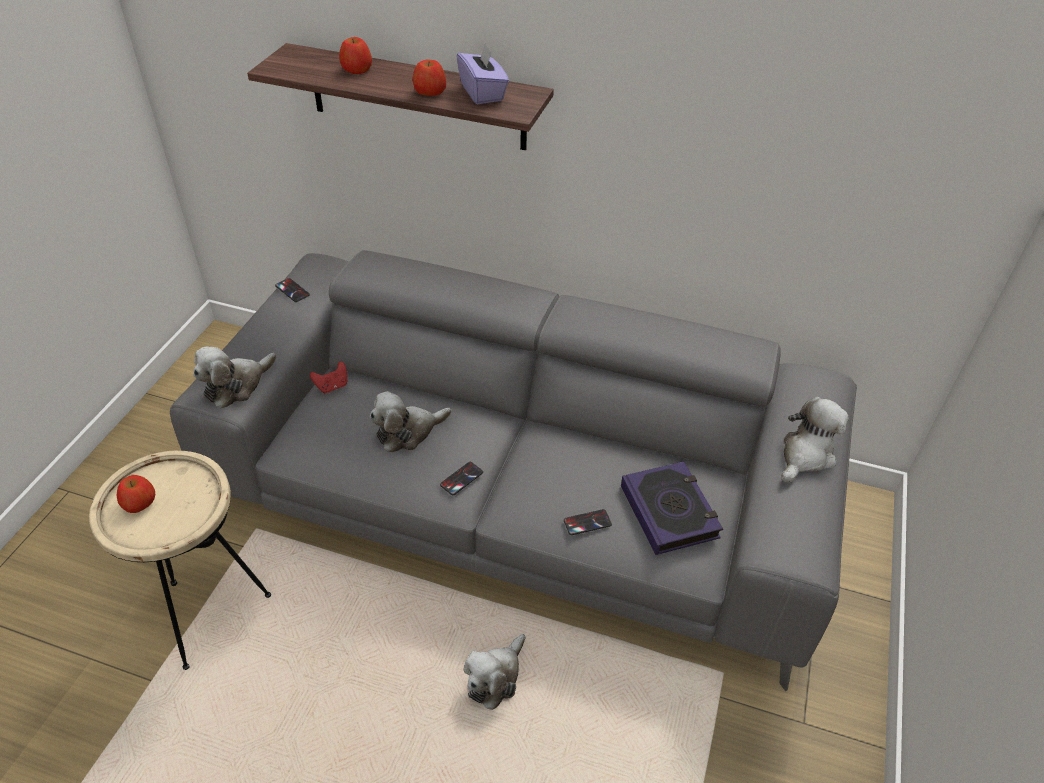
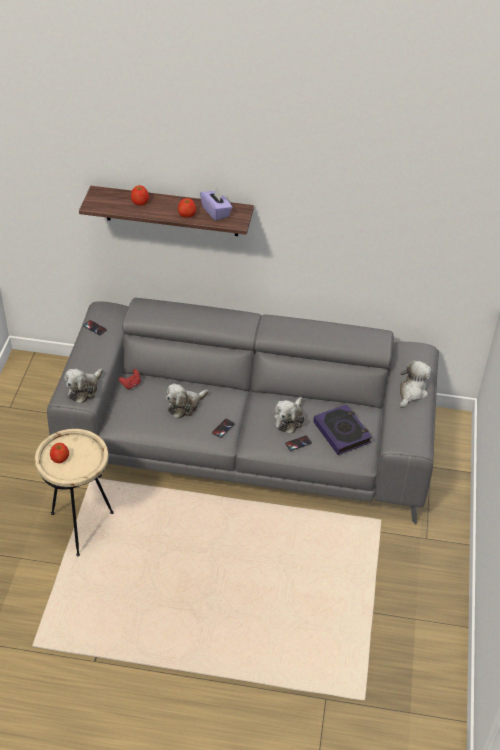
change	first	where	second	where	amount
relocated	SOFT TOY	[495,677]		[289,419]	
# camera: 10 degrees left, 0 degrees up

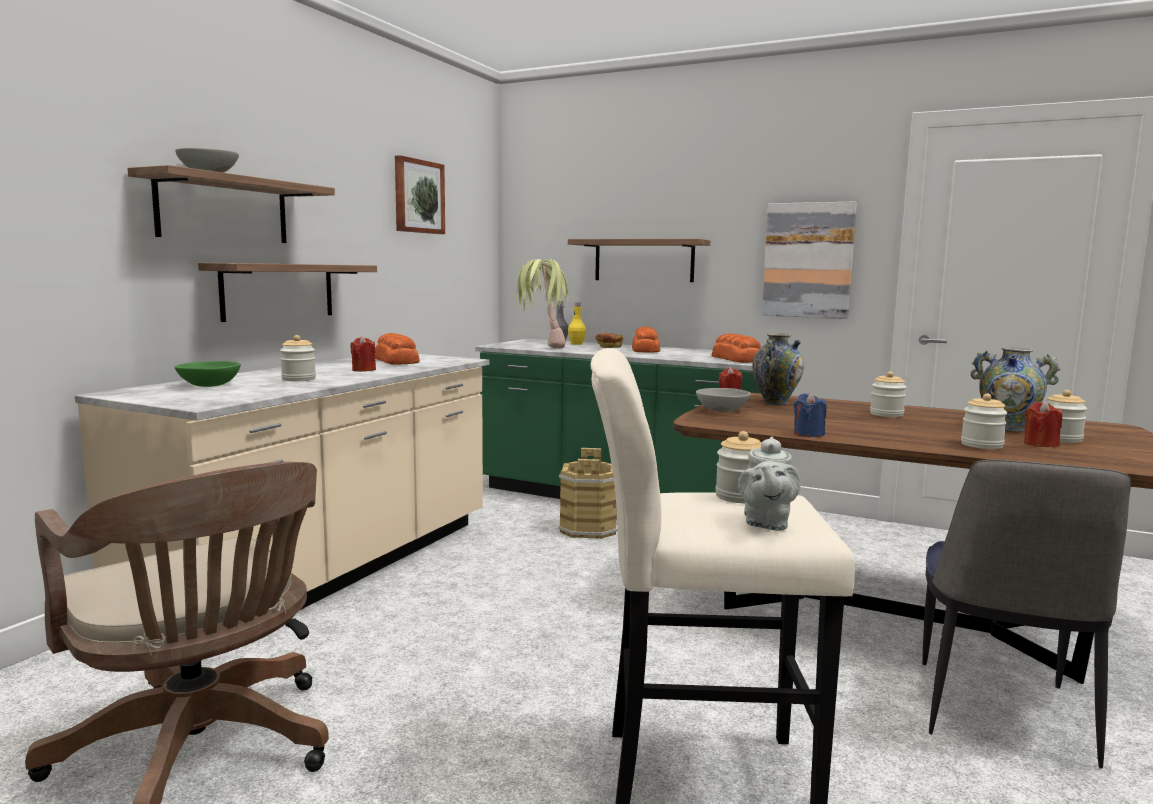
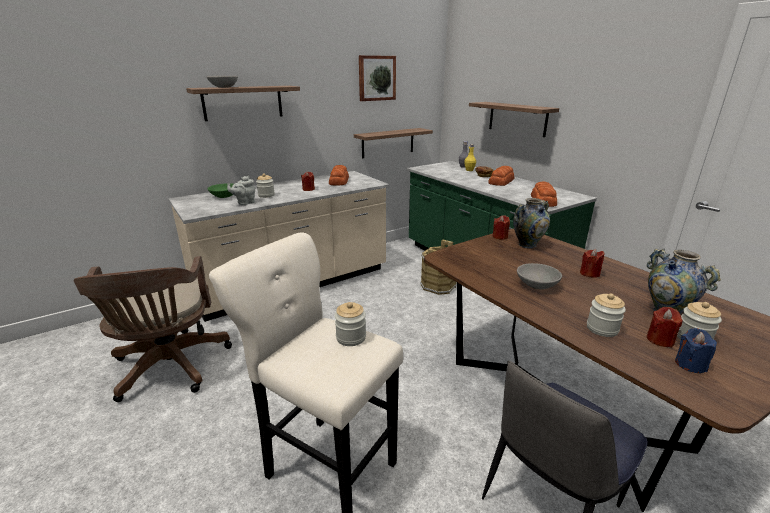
change	first	where	second	where	amount
missing	PICTURE	[808,260]			
missing	POTTED PLANT	[541,347]			
relocated	WALL SHELF	[278,291]		[388,143]	
exchanged	JAR	[886,414]	RED WAX LIGHT	[589,273]	
relocated	GRAY SERVING BOWL	[722,410]		[537,285]	
relocated	BLUE-COLOURED WAX LIGHT	[808,434]		[690,364]	
relocated	GRAY TEA POT	[766,523]		[244,203]	
# camera: 30 degrees right, 15 degrees up

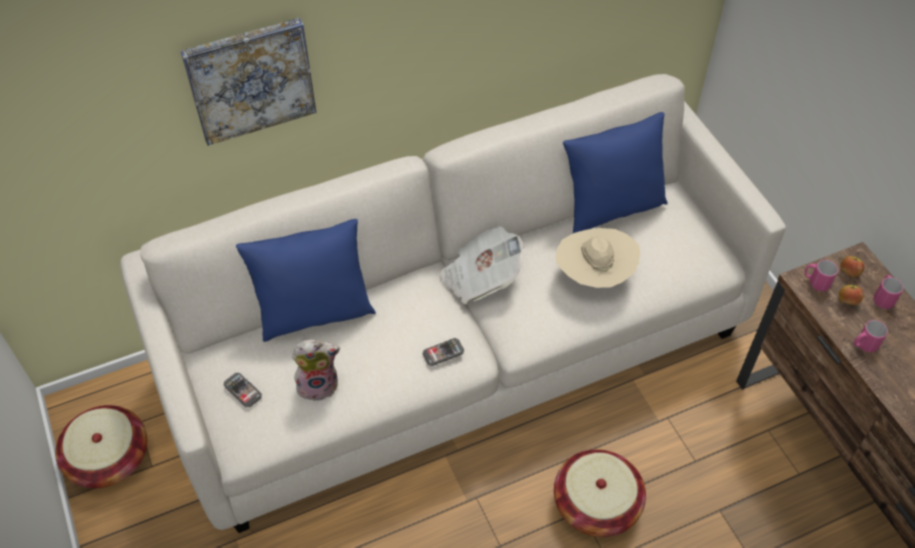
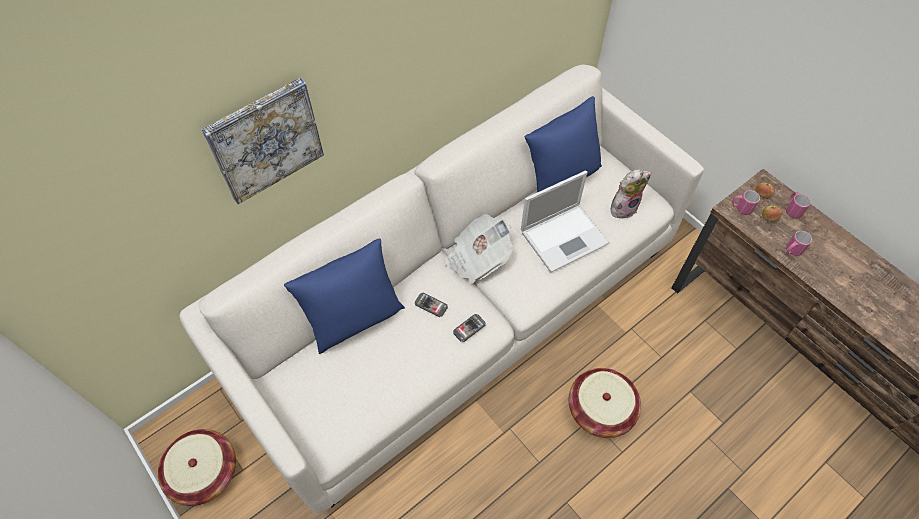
change	first	where	second	where	amount
exchanged	SAND-COLOURED HAT	[594,275]	LAPTOP	[565,236]	
relocated	SOFT TOY	[319,384]		[623,207]	
relocated	HANDSET	[243,390]		[431,305]	
# camera: 15 degrees left, 5 degrees up

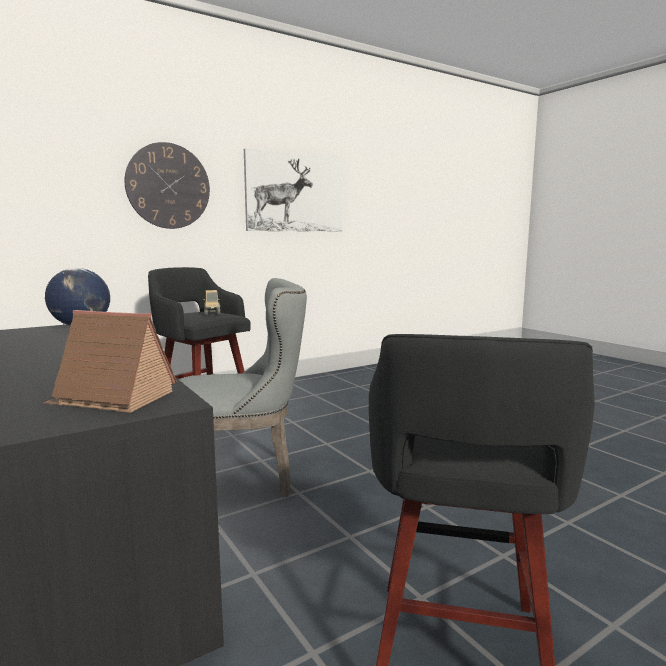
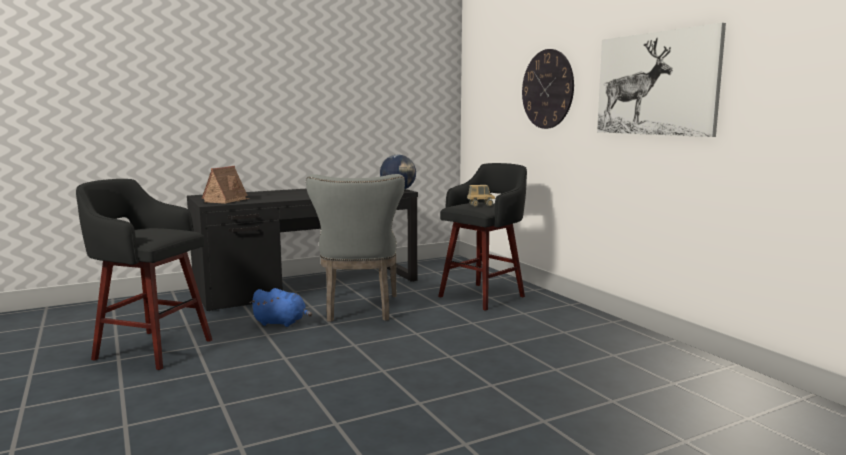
change	first	where	second	where	amount
appeared			BLUE-COLOURED SOFT TOY	[282,323]	
# camera: 95 degrees right, 0 degrees up

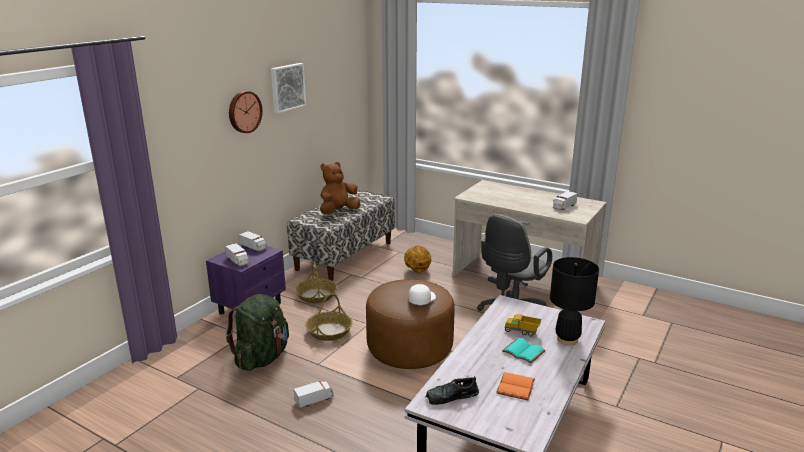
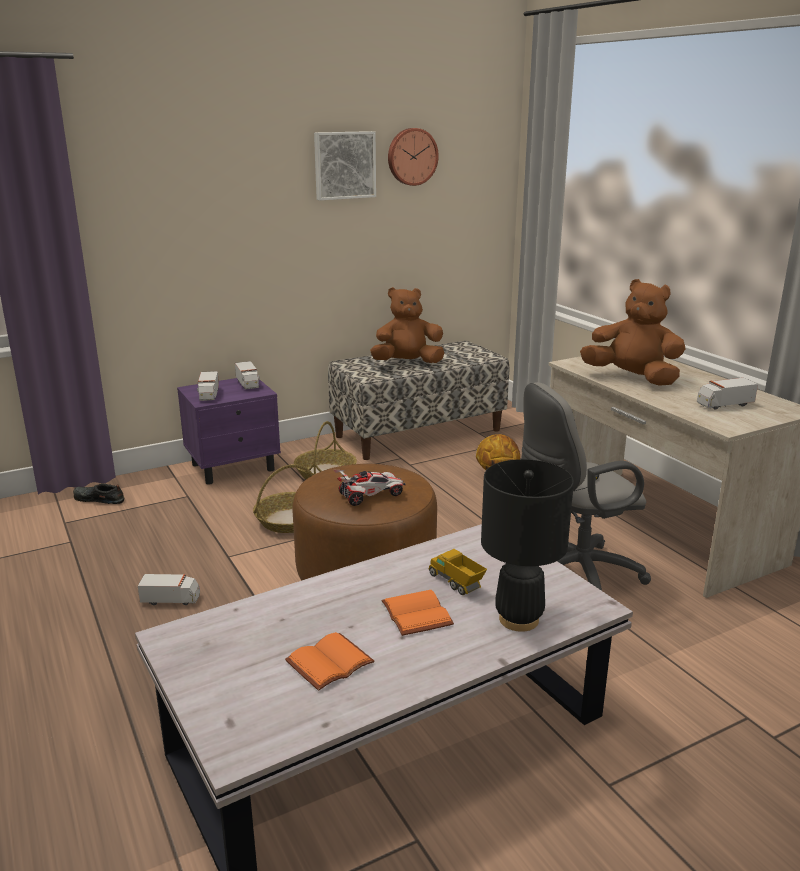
change	first	where	second	where	amount
relocated	WALL CLOCK	[244,111]		[411,156]	
exchanged	WHITISH BASEBALL CAP	[422,299]	TOY CAR	[370,495]	
missing	GREENISH BACKPACK	[262,358]			
colour	TURQUOISE BOOK	[522,352]	ORANGE BOOK	[414,614]	
relocated	BLACK SHOE	[451,396]		[98,499]	
appeared			BROWNISH SOFT TOY	[632,378]	
# camera: 30 degrees right, 0 degrees up

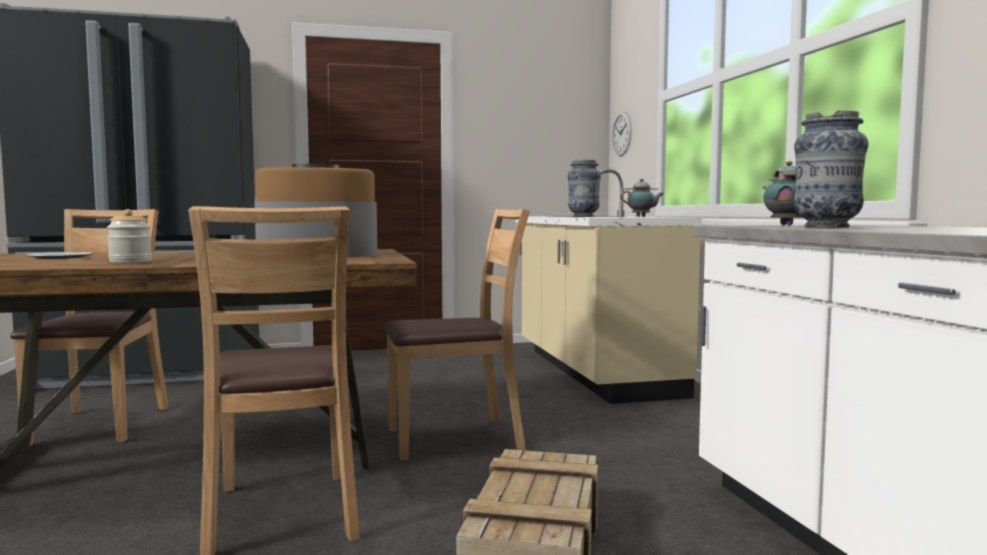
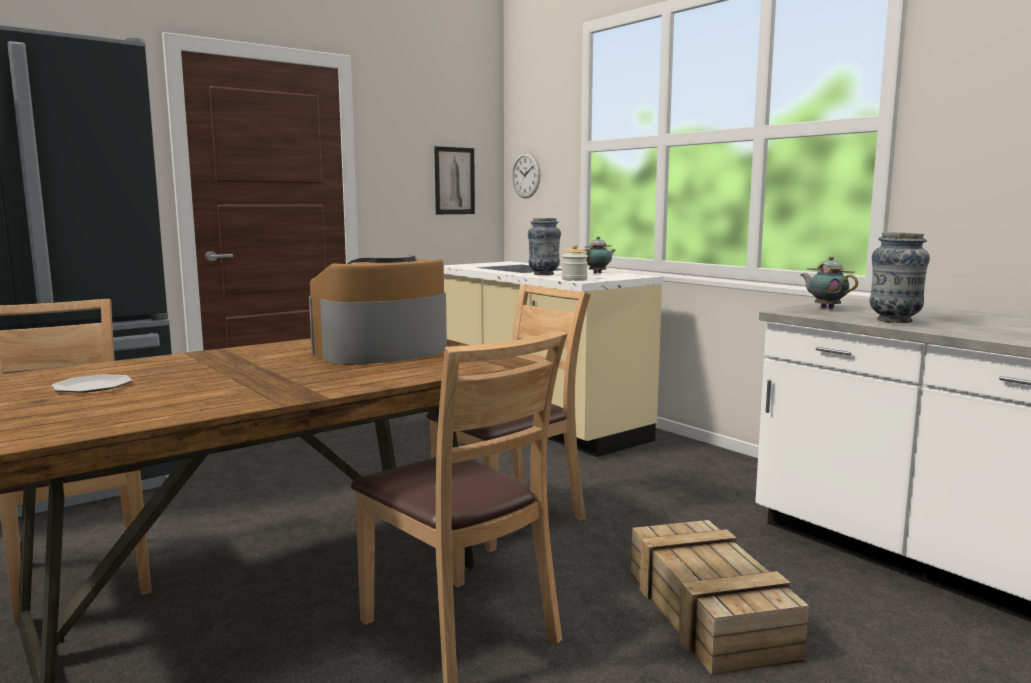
change	first	where	second	where	amount
relocated	JAR	[130,261]		[574,279]	
appeared			PICTURE	[454,181]	
# camera: 25 degrees left, 5 degrees up

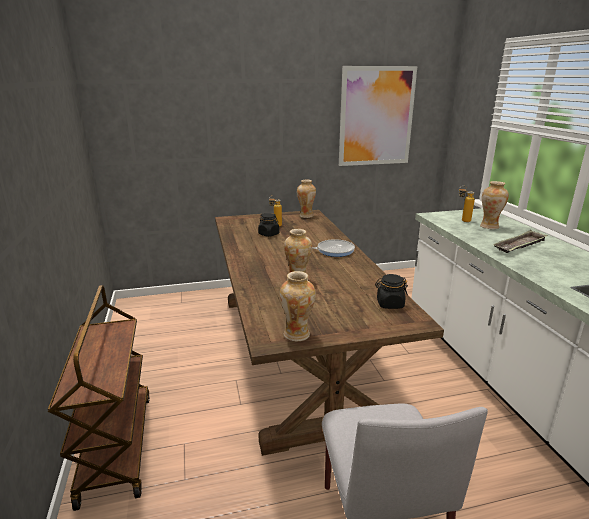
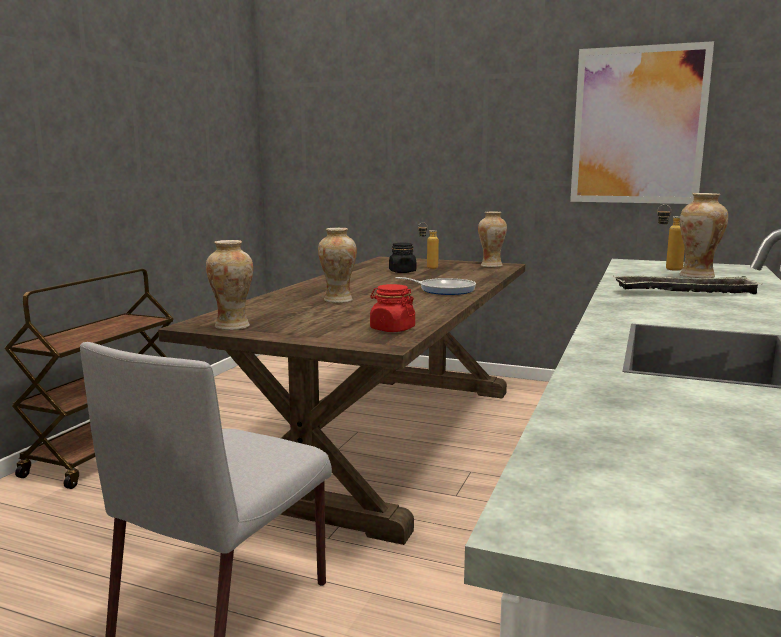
change	first	where	second	where	amount
colour	BLACK JAR	[390,304]	RED JAR	[392,329]	
# camera: 35 degrees right, 10 degrees down

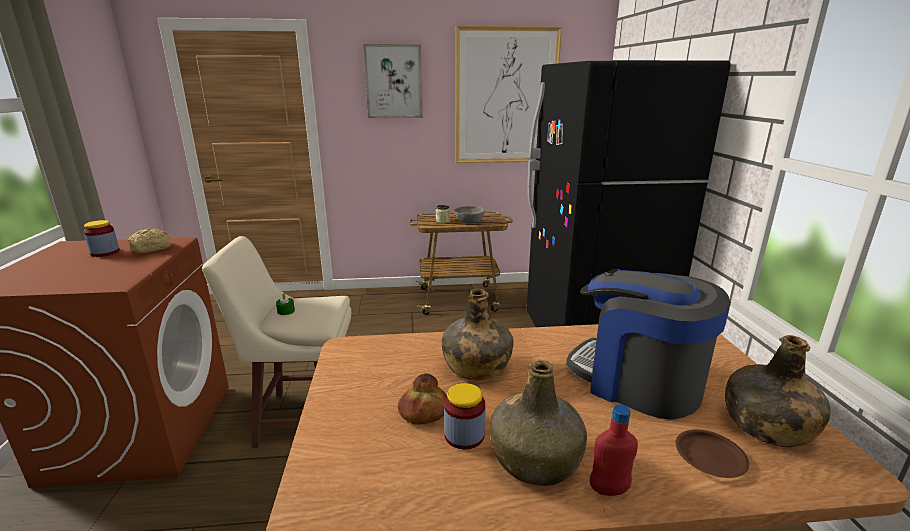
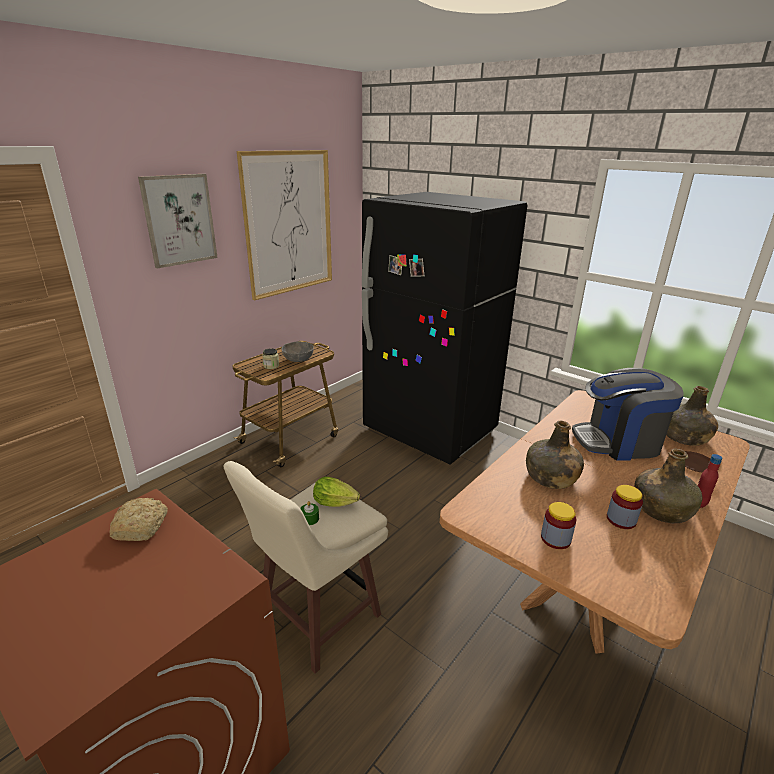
change	first	where	second	where	amount
relocated	JAR	[105,252]		[555,539]	
missing	BAKED BREAD	[423,411]			
appeared			LETTUCE	[337,504]	
# camera: 45 degrees left, 5 degrees up

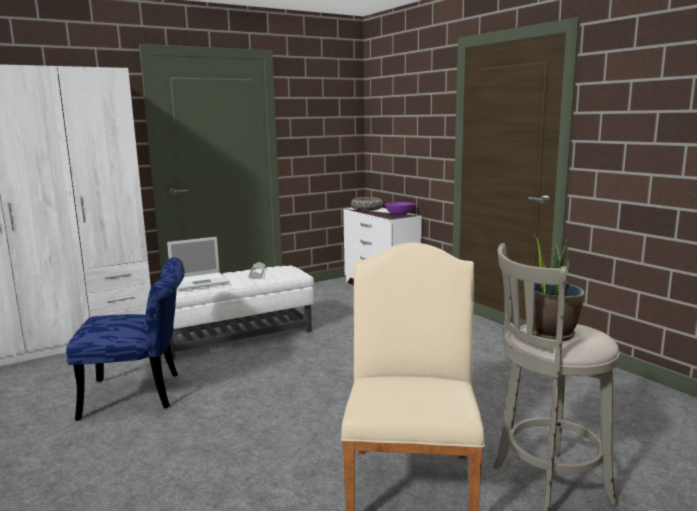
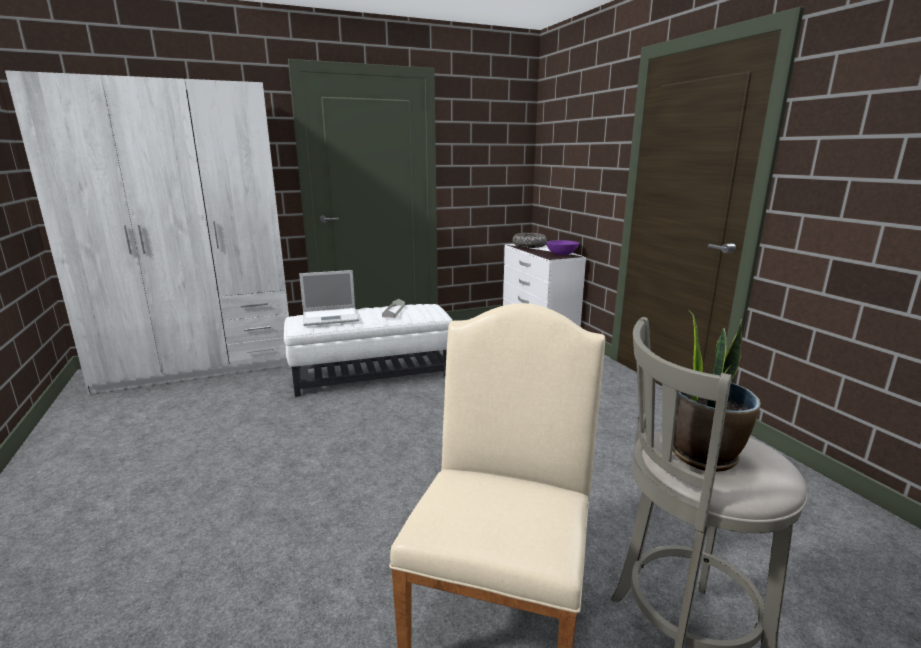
change	first	where	second	where	amount
missing	BLUE-COLOURED CHAIR	[141,394]			
# camera: 10 degrees right, 5 degrees up

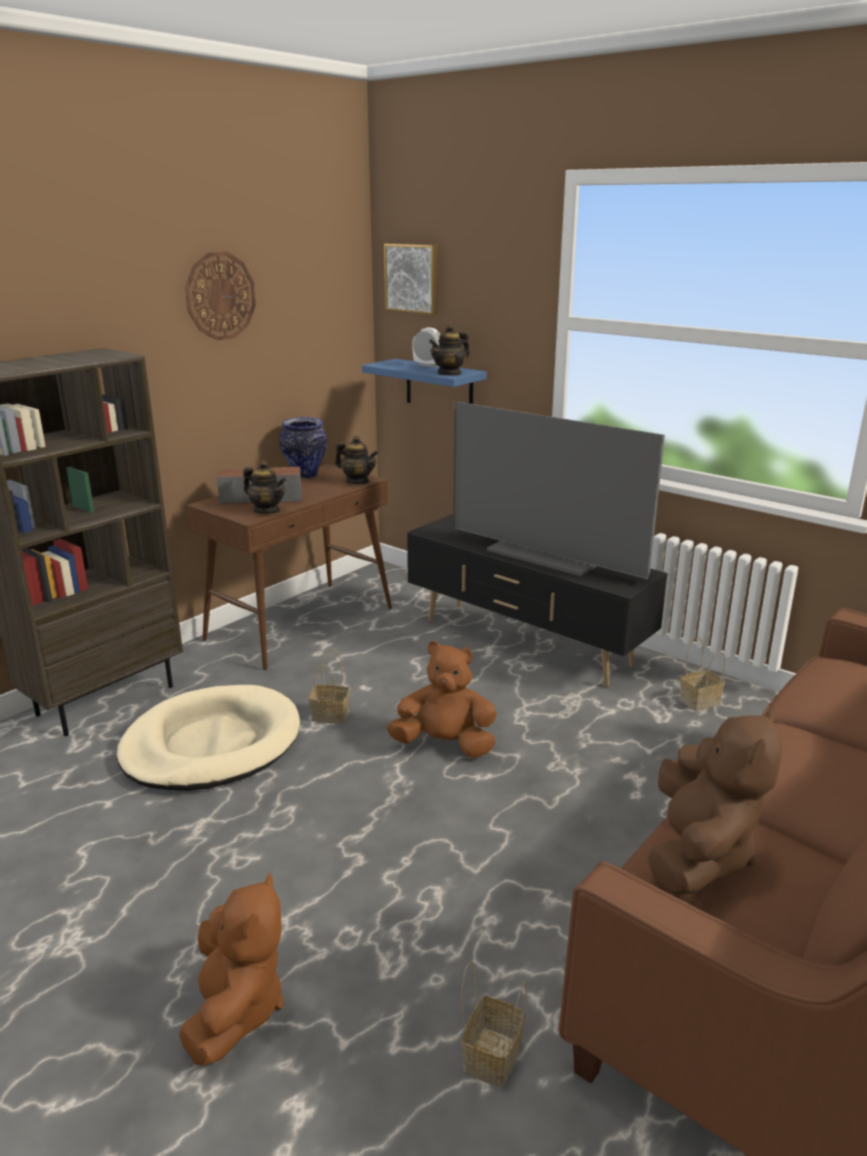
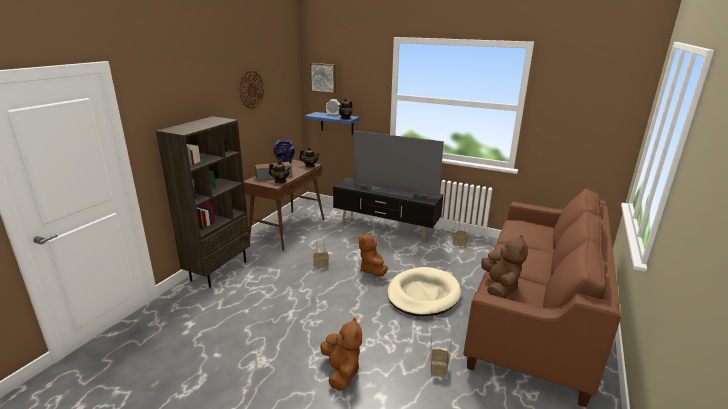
change	first	where	second	where	amount
spun	BROWNISH SOFT TOY	[445,745]		[372,270]	90 degrees counterclockwise
relocated	SAND-COLOURED DOG BED	[211,744]		[423,294]	
# camera: 15 degrees left, 0 degrees up

